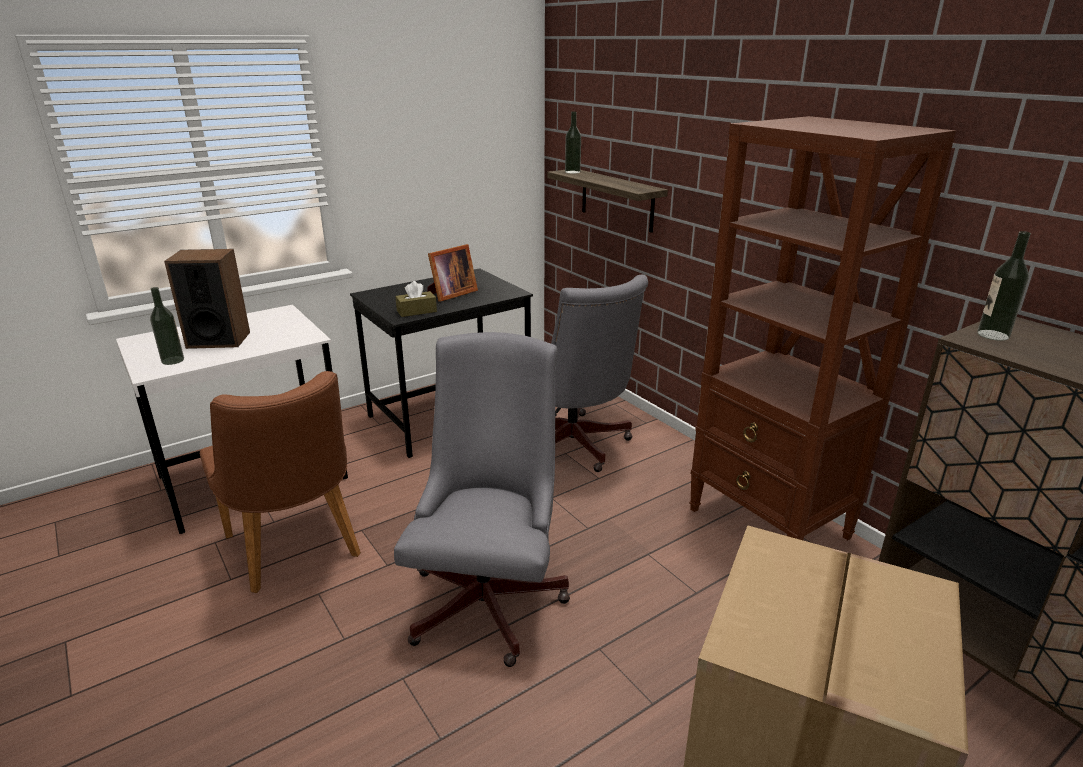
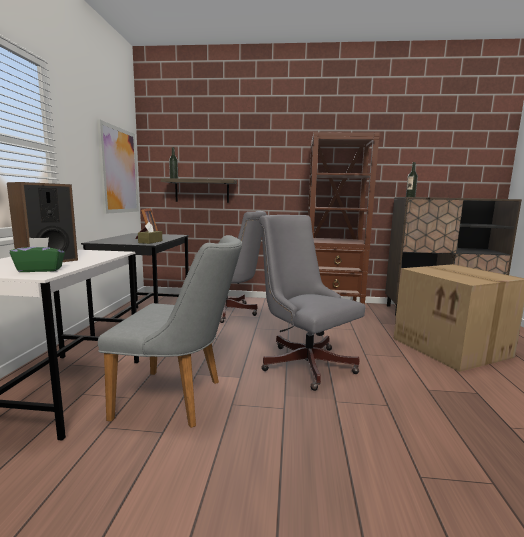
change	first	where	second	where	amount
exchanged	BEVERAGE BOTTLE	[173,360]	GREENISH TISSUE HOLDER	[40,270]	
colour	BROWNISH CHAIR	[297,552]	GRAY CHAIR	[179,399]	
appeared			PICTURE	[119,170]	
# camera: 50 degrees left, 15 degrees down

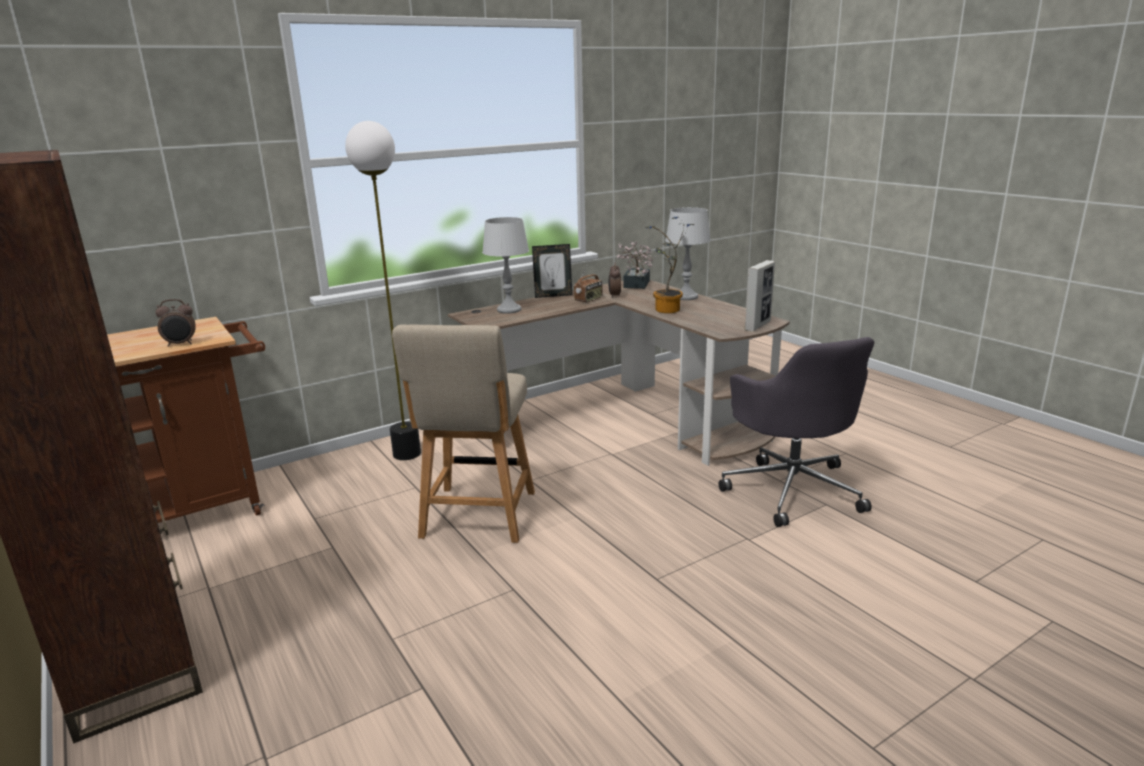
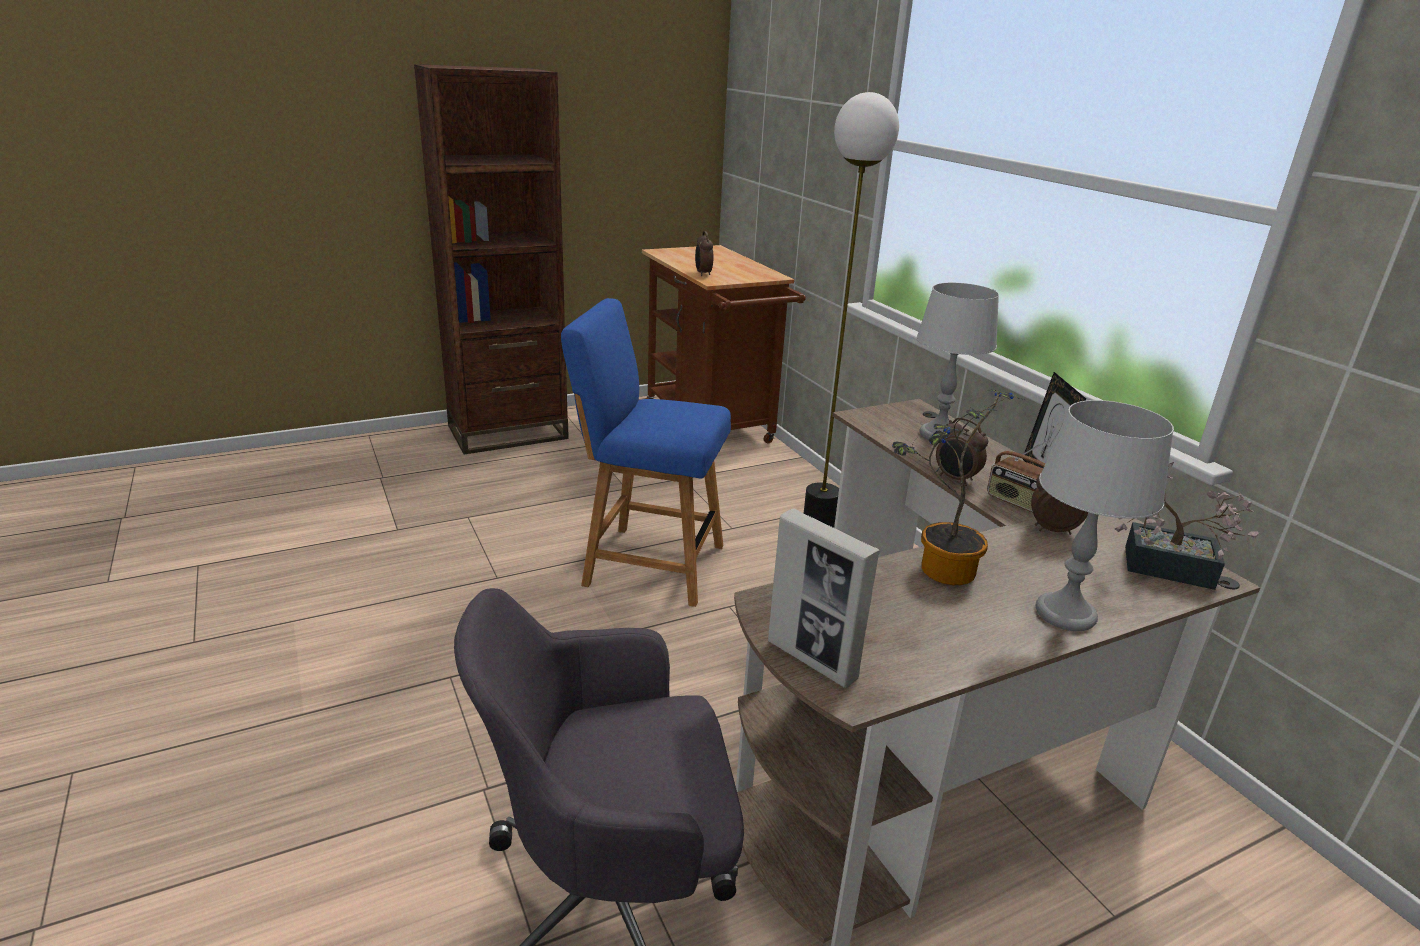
change	first	where	second	where	amount
colour	SAND-COLOURED CHAIR	[477,517]	BLUE-COLOURED CHAIR	[647,563]	
appeared			TABLE CLOCK	[956,479]	
# camera: 95 degrees right, 5 degrees up

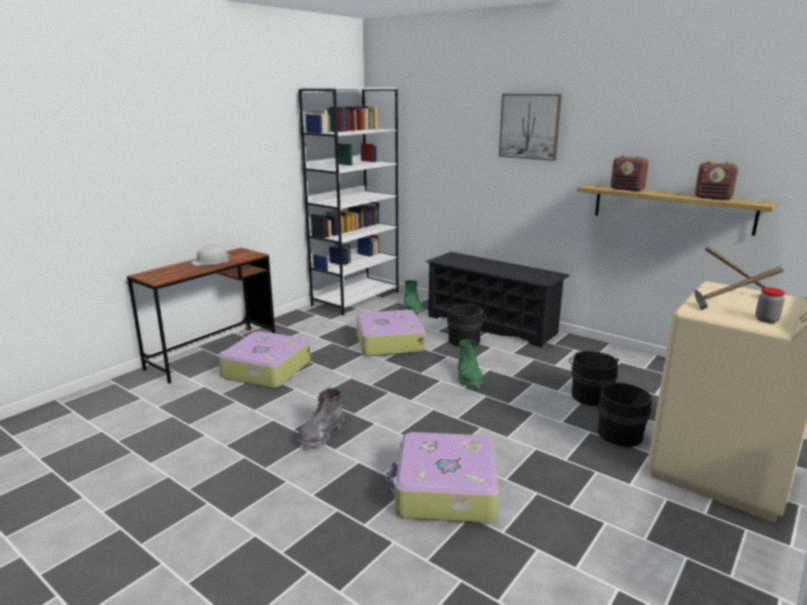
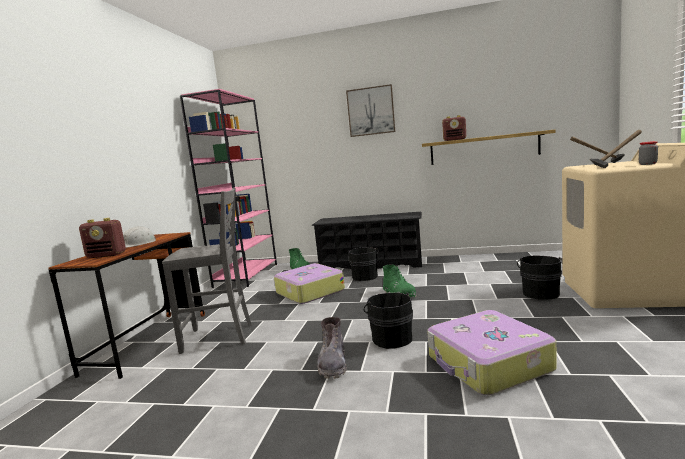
change	first	where	second	where	amount
colour	WHITISH BOOKSHELF	[356,298]	PINKISH BOOKSHELF	[246,275]	
relocated	RADIO SET	[713,198]		[107,255]	
exchanged	TRAVEL CASE	[265,370]	GRAY CHAIR	[219,337]	
relocated	BLACK PAIL	[590,395]		[391,338]	
# camera: 25 degrees left, 10 degrees down

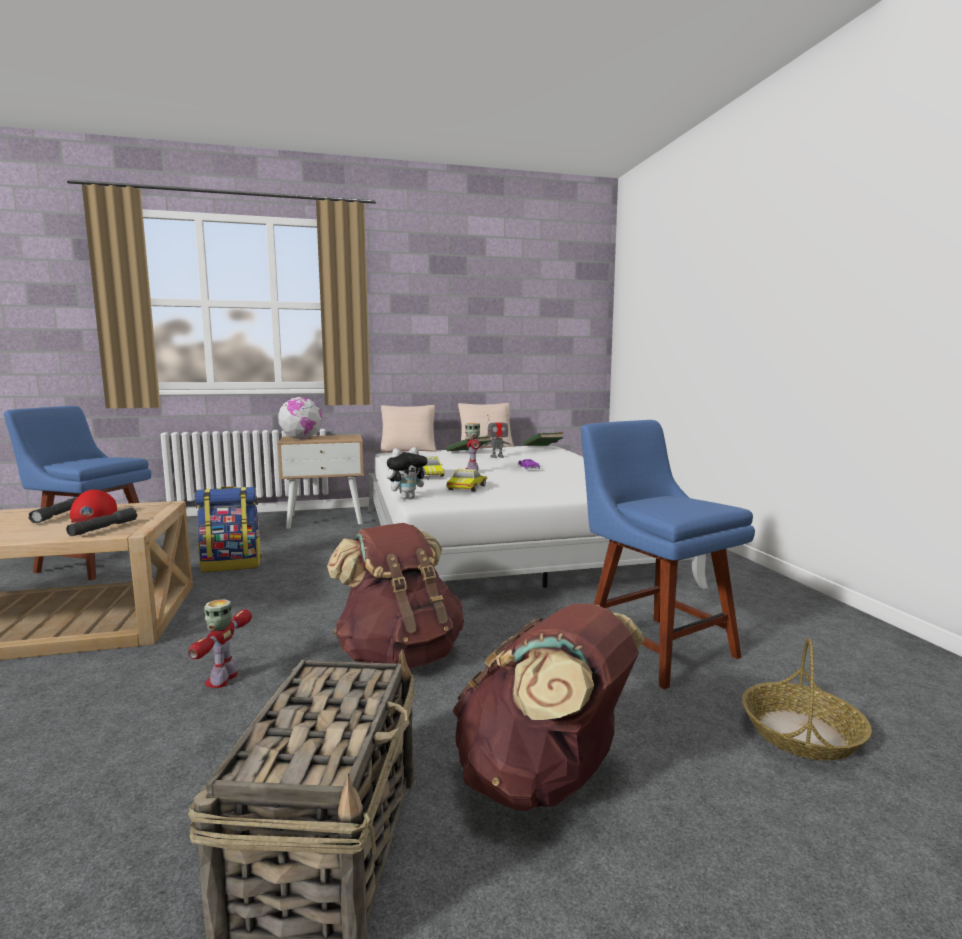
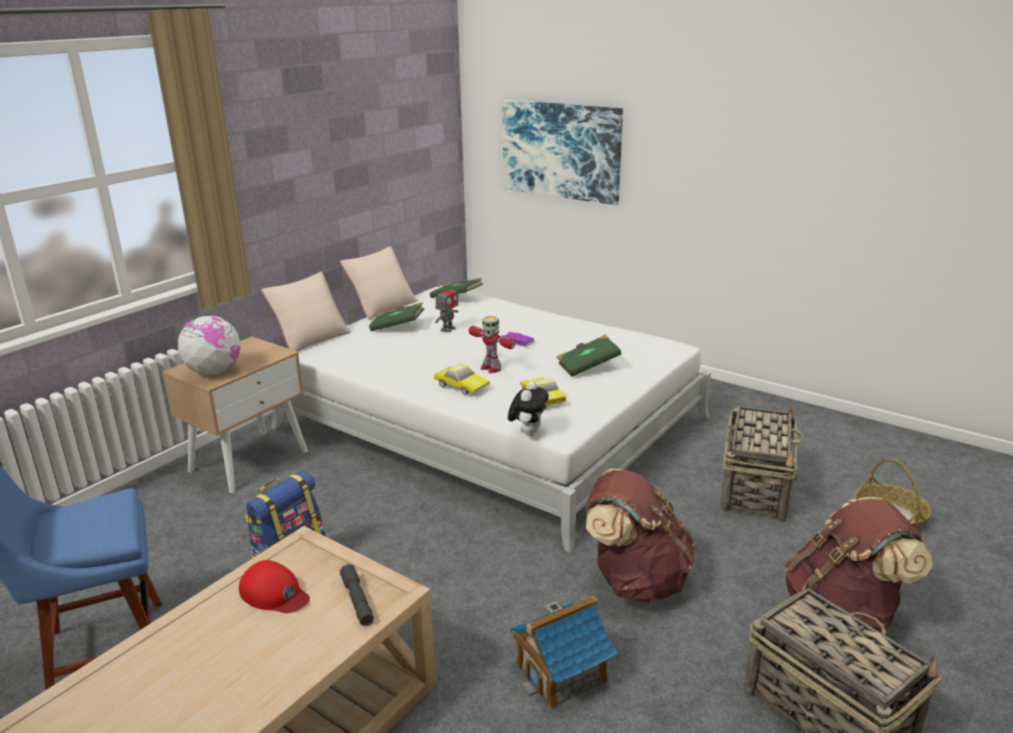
change	first	where	second	where	amount
exchanged	BLUE-COLOURED CHAIR	[654,646]	HOUSEHOLD BASKET	[755,488]	
missing	GRAY TORCH	[57,515]			
exchanged	ROBOT FIGURE	[223,679]	MODEL HOUSE	[562,673]	
appeared			PICTURE	[561,150]	
appeared			GREENISH BOOK	[587,366]	
# camera: 40 degrees left, 15 degrees up

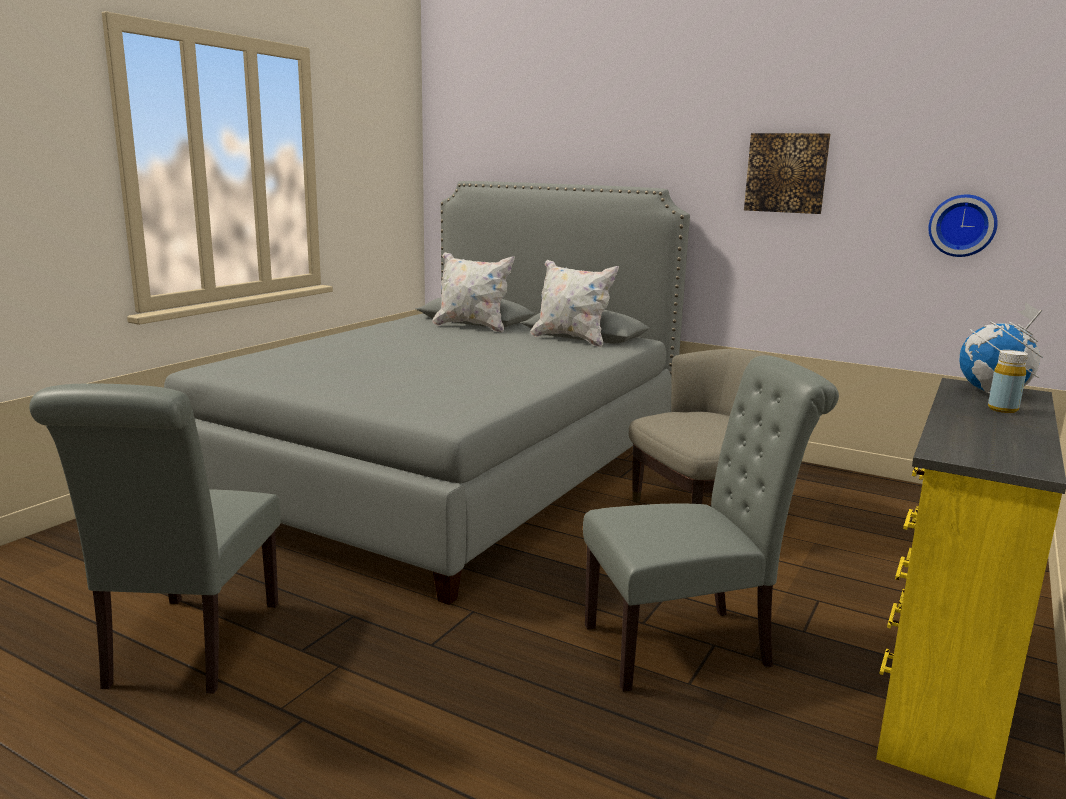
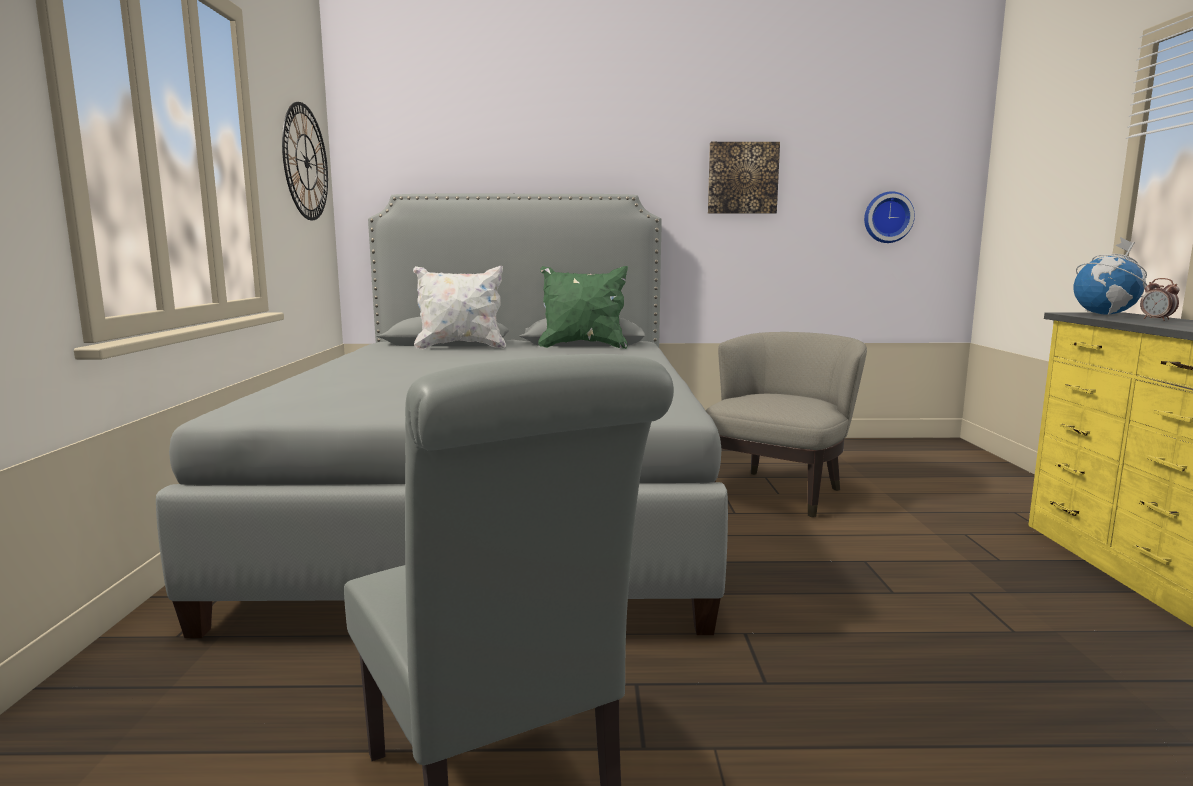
change	first	where	second	where	amount
colour	WHITISH CUSHION	[571,339]	GREENISH CUSHION	[583,346]	
exchanged	YELLOW-COLOURED BEVERAGE BOTTLE	[1002,409]	TABLE CLOCK	[1157,319]	
missing	GRAY CHAIR	[688,645]			
appeared			WALL CLOCK	[306,162]	
# camera: 30 degrees left, 5 degrees down

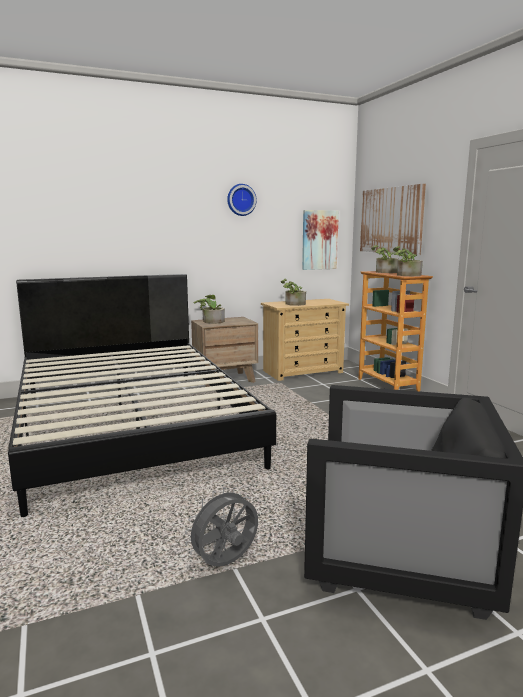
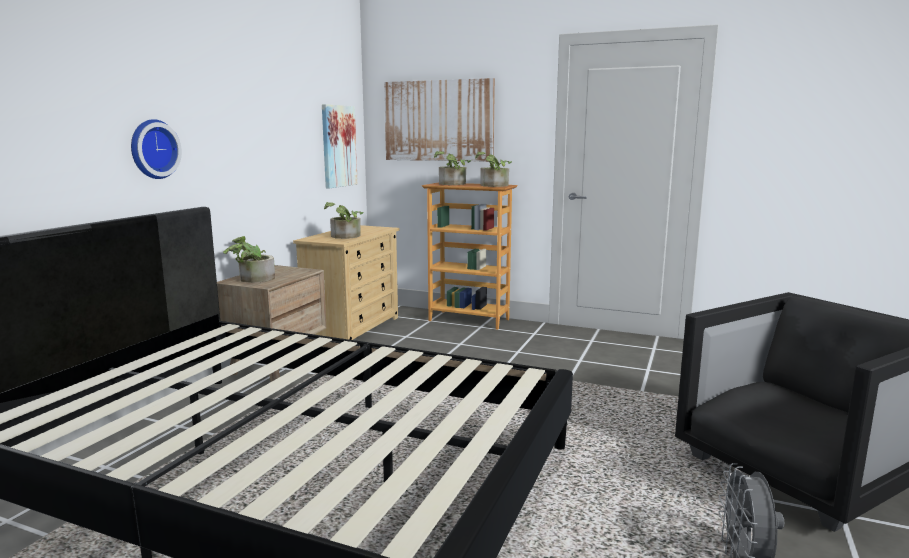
change	first	where	second	where	amount
relocated	WALL CLOCK	[241,200]		[152,149]	
# camera: 45 degrees left, 0 degrees up

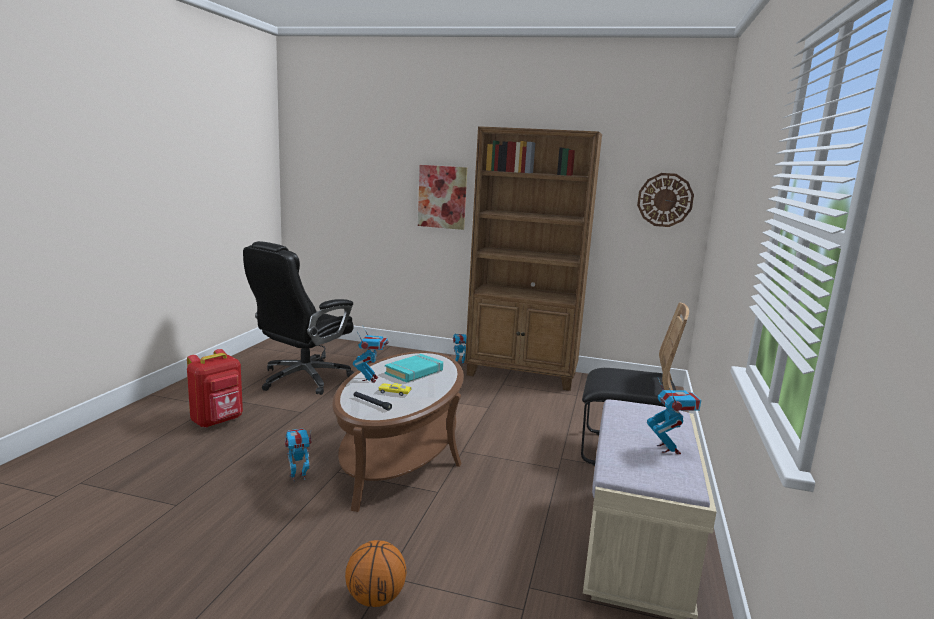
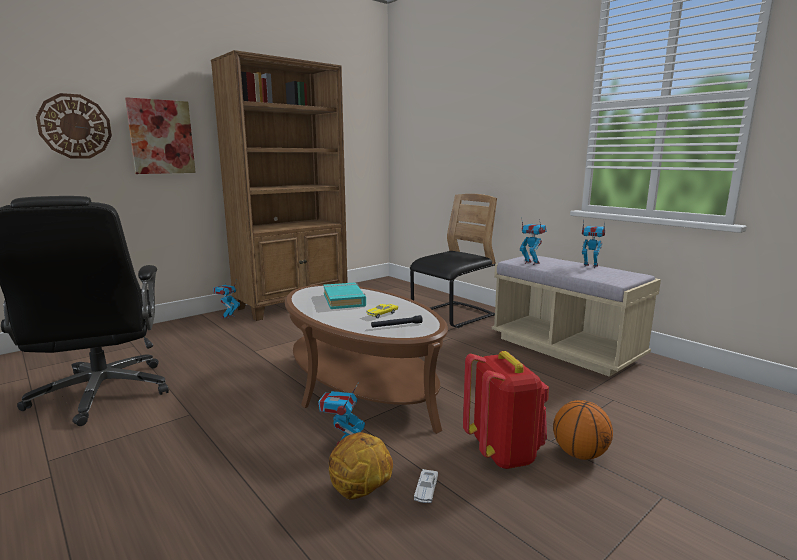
change	first	where	second	where	amount
relocated	WALL CLOCK	[665,200]		[75,126]	
relocated	ROBOT FIGURE	[370,379]		[531,263]	
relocated	RED BACKPACK	[218,421]		[503,452]	
appeared			BALL FOR BASKETBALL	[360,492]	
appeared			WHITISH TOY CAR	[426,490]	
# camera: 55 degrees left, 0 degrees up

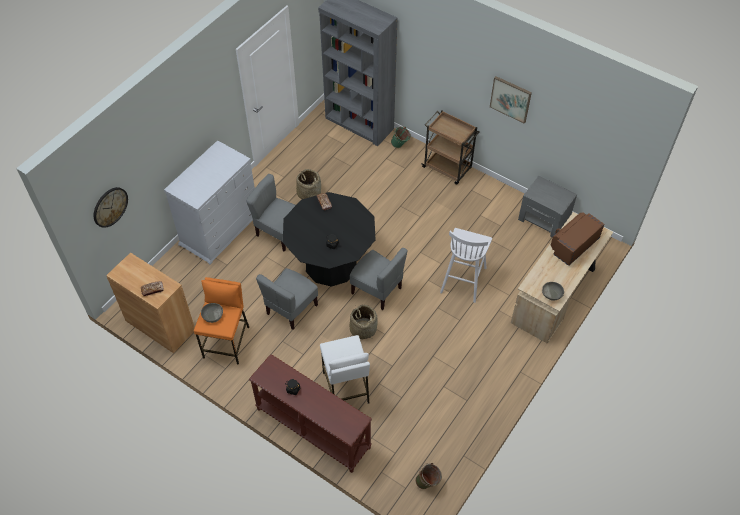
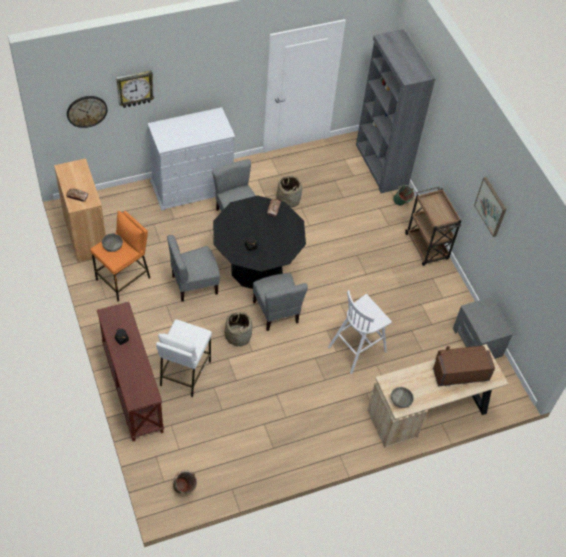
change	first	where	second	where	amount
appeared			WALL CLOCK	[135,88]	
# camera: 30 degrees right, 0 degrees up

